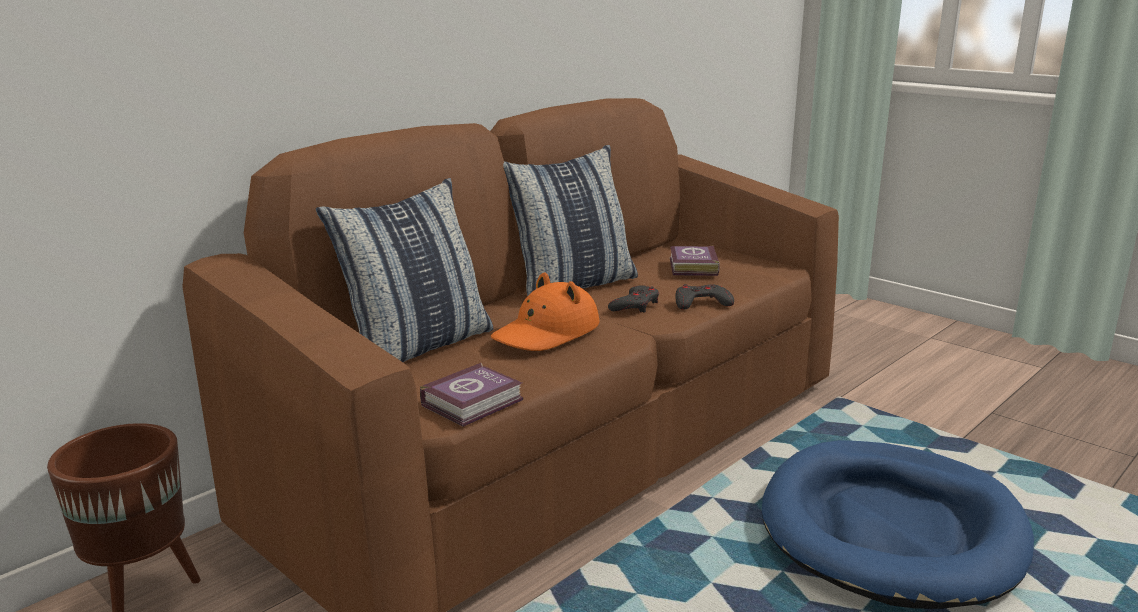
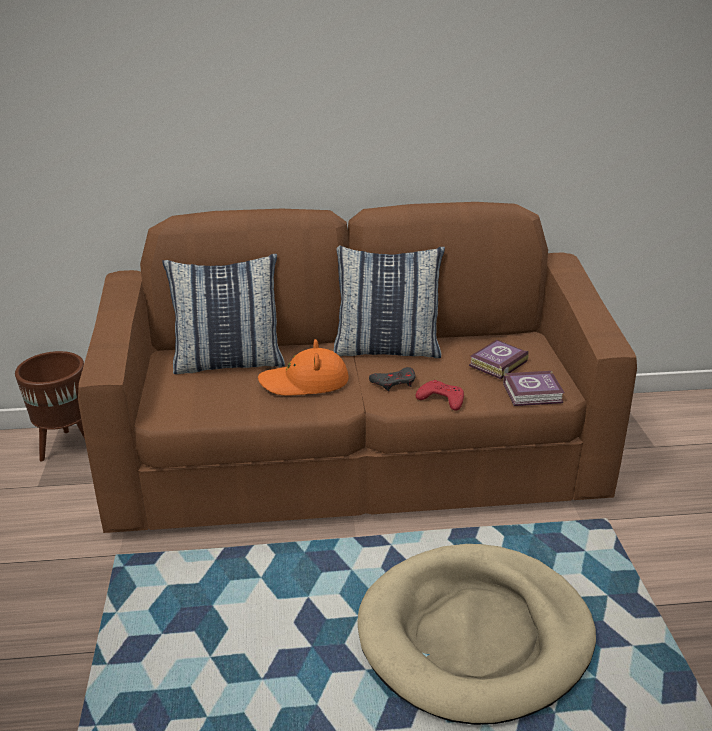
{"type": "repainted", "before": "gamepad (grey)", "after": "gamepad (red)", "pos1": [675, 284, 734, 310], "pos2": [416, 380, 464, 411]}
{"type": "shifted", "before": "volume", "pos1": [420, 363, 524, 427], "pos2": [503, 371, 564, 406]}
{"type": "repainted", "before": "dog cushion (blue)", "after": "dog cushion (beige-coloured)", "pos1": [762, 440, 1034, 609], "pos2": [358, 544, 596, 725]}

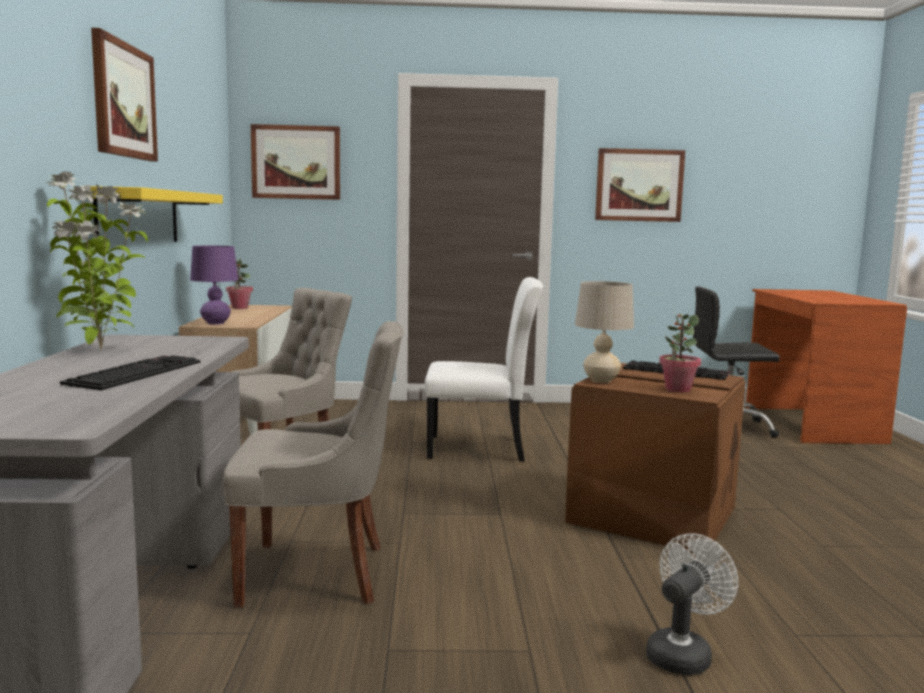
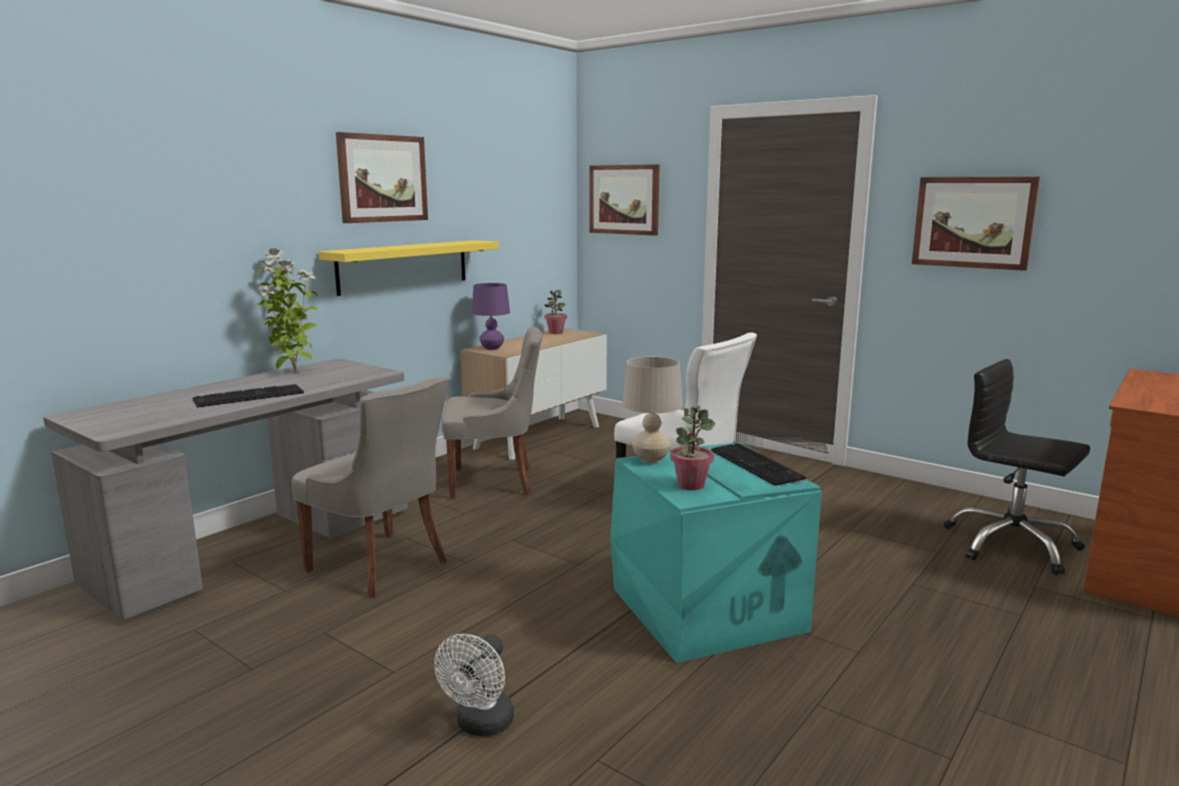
{"type": "repainted", "before": "storage container (brown)", "after": "storage container (turquoise-coloured)", "pos1": [565, 363, 746, 550], "pos2": [610, 442, 822, 663]}
{"type": "rotated", "before": "electric fan (white)", "pos1": [646, 533, 738, 676], "pos2": [434, 634, 514, 736], "turn": 120}

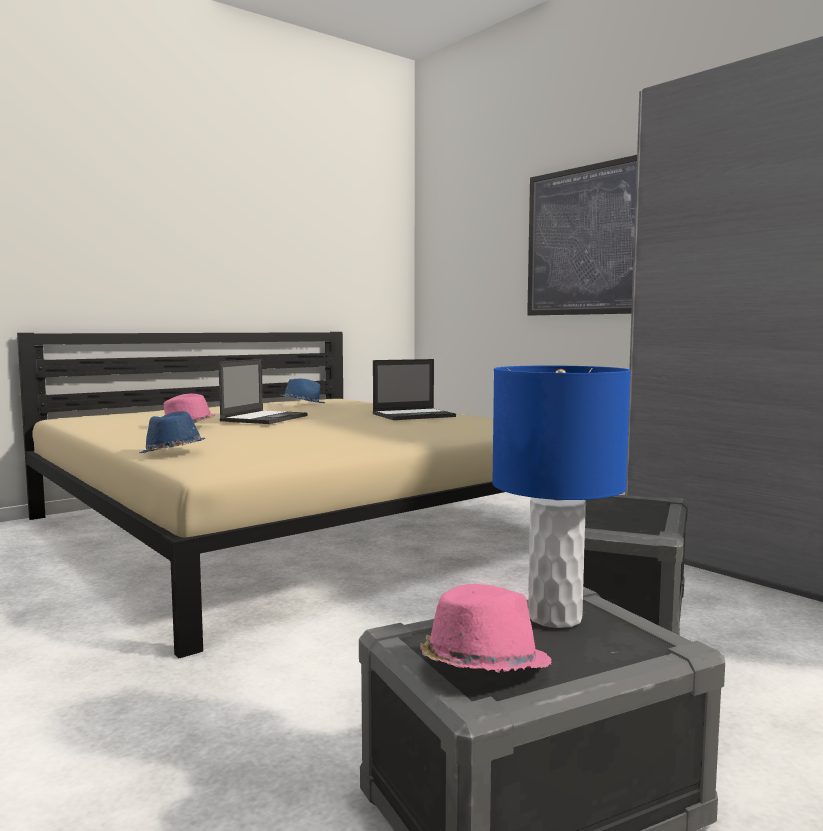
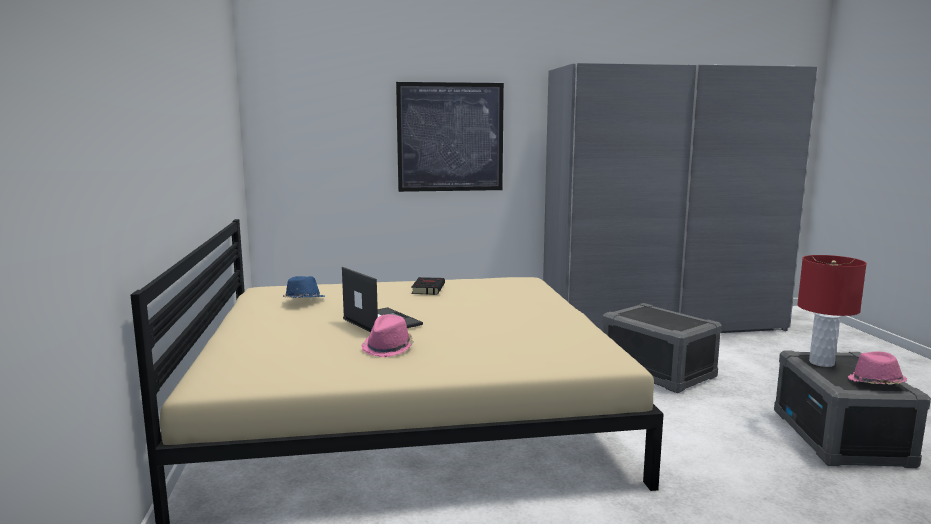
{"type": "swapped", "before": "laptop", "after": "volume (black-coloured)", "pos1": [373, 359, 456, 420], "pos2": [411, 277, 445, 295]}
{"type": "repainted", "before": "tabletop lamp (blue)", "after": "tabletop lamp (red)", "pos1": [492, 365, 631, 628], "pos2": [797, 255, 867, 367]}
{"type": "gone", "before": "wearable hat (blue)", "pos1": [139, 411, 205, 454]}

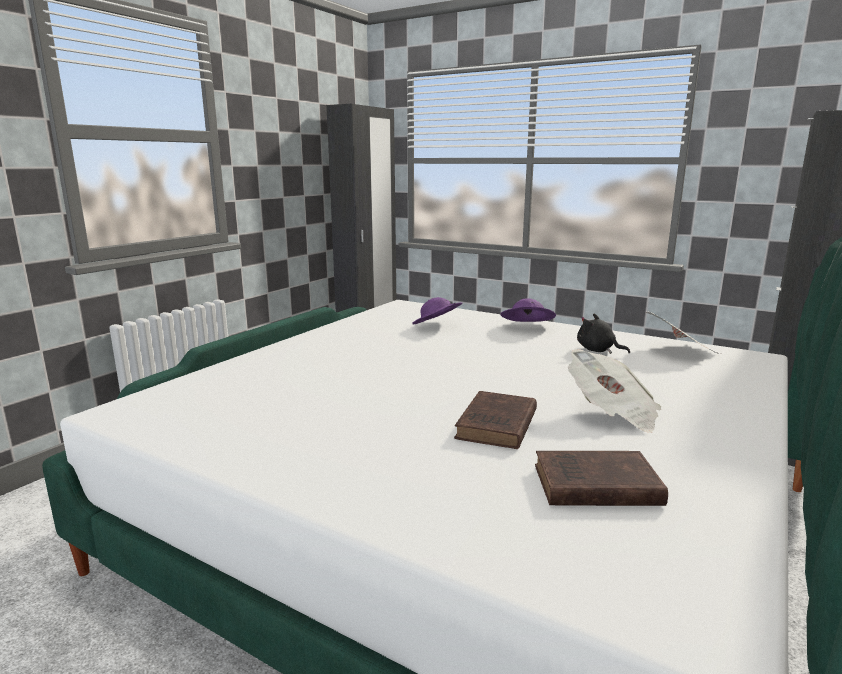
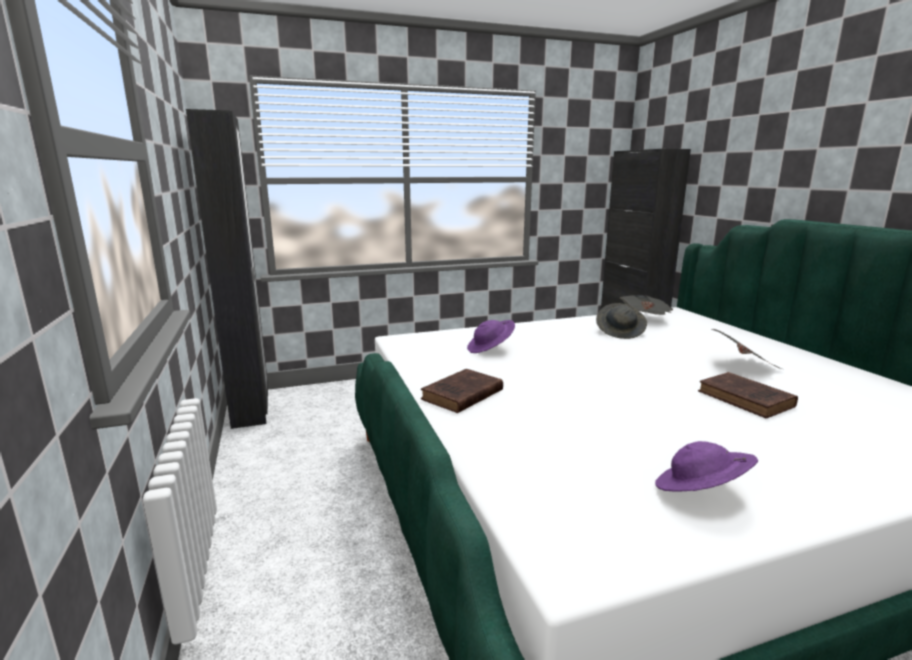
{"type": "shifted", "before": "wearable hat (purple)", "pos1": [500, 298, 556, 322], "pos2": [655, 441, 758, 492]}
{"type": "swapped", "before": "cuddly toy (black-coloured)", "after": "wearable hat (grey)", "pos1": [577, 314, 630, 354], "pos2": [596, 303, 647, 339]}
{"type": "shifted", "before": "volume (brown)", "pos1": [535, 451, 668, 506], "pos2": [421, 369, 503, 413]}

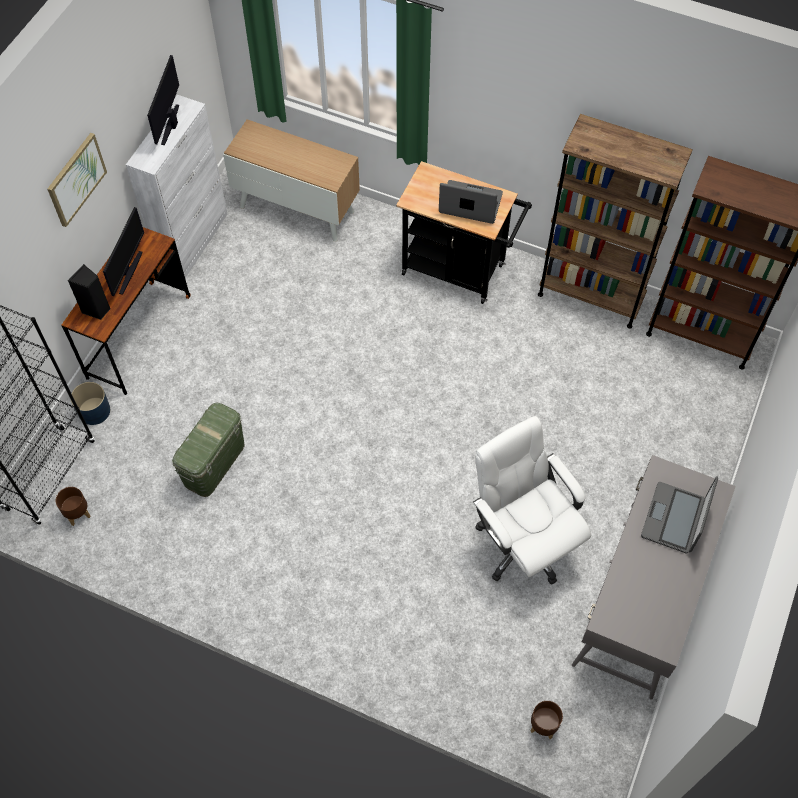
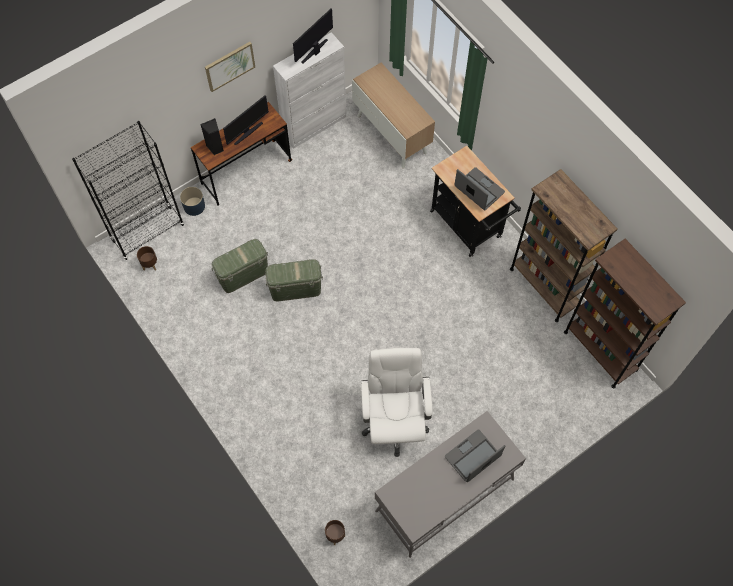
{"type": "new", "after": "storage container (green)", "pos2": [264, 260, 323, 301]}

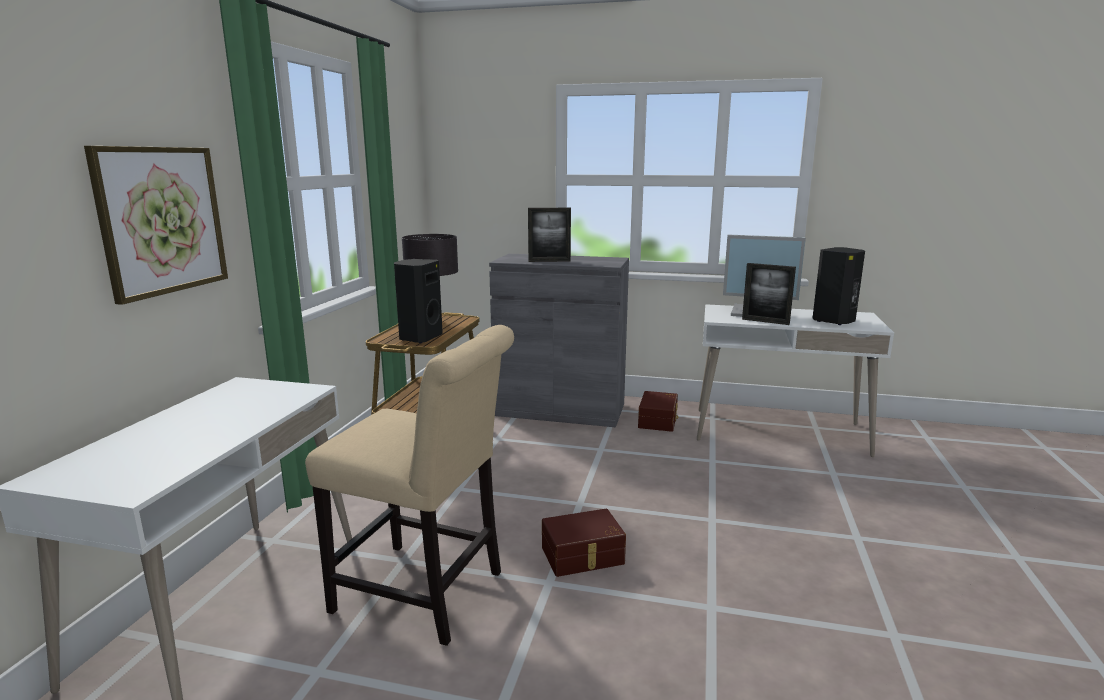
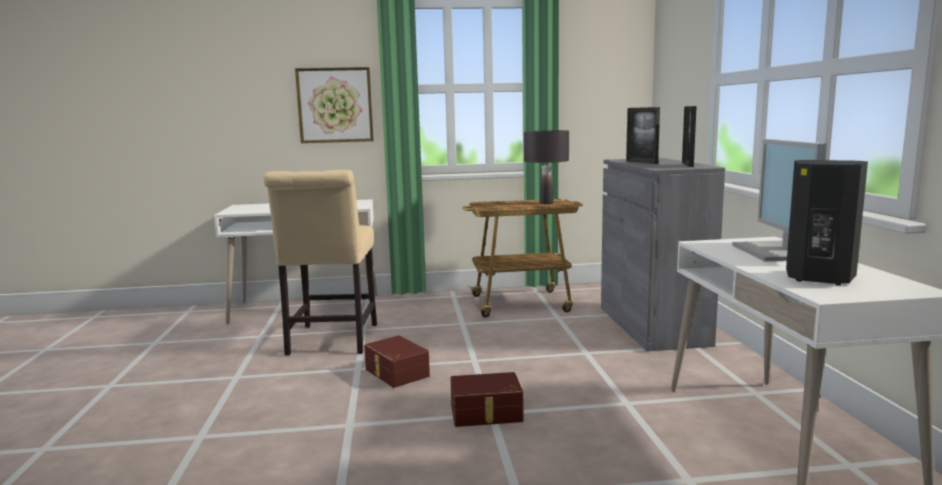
{"type": "gone", "before": "speaker (black-coloured)", "pos1": [394, 259, 443, 343]}
{"type": "shifted", "before": "photo frame", "pos1": [742, 263, 796, 325], "pos2": [682, 106, 697, 167]}
{"type": "shifted", "before": "storage container (brown)", "pos1": [638, 391, 679, 432], "pos2": [450, 372, 524, 427]}

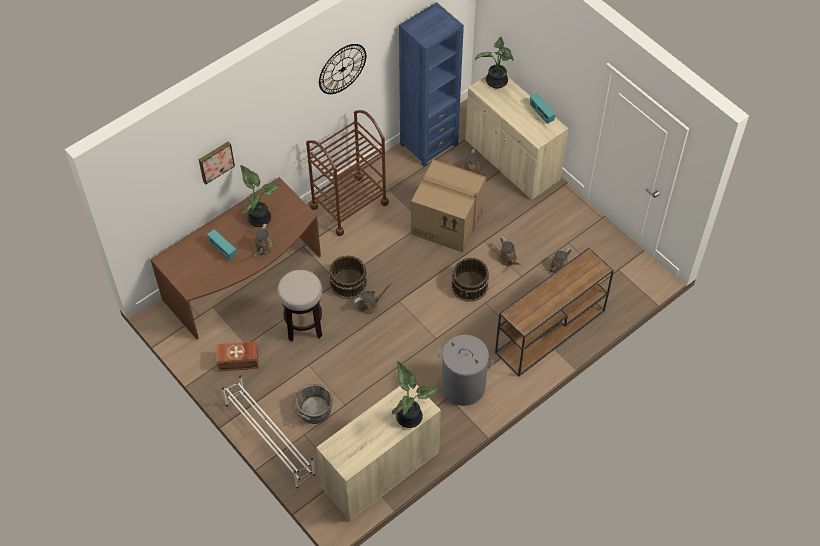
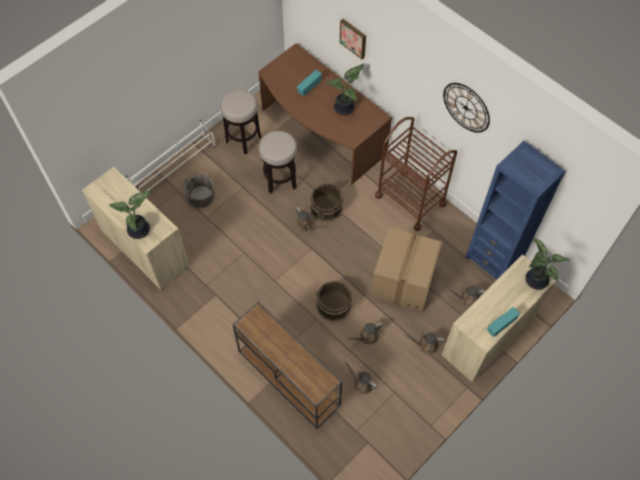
{"type": "shifted", "before": "watering can (brown)", "pos1": [254, 224, 275, 257], "pos2": [404, 333, 445, 355]}
{"type": "gone", "before": "hamper (grey)", "pos1": [437, 335, 493, 406]}
{"type": "swapped", "before": "storage container (brown)", "after": "stool seat", "pos1": [216, 341, 259, 372], "pos2": [220, 89, 261, 154]}

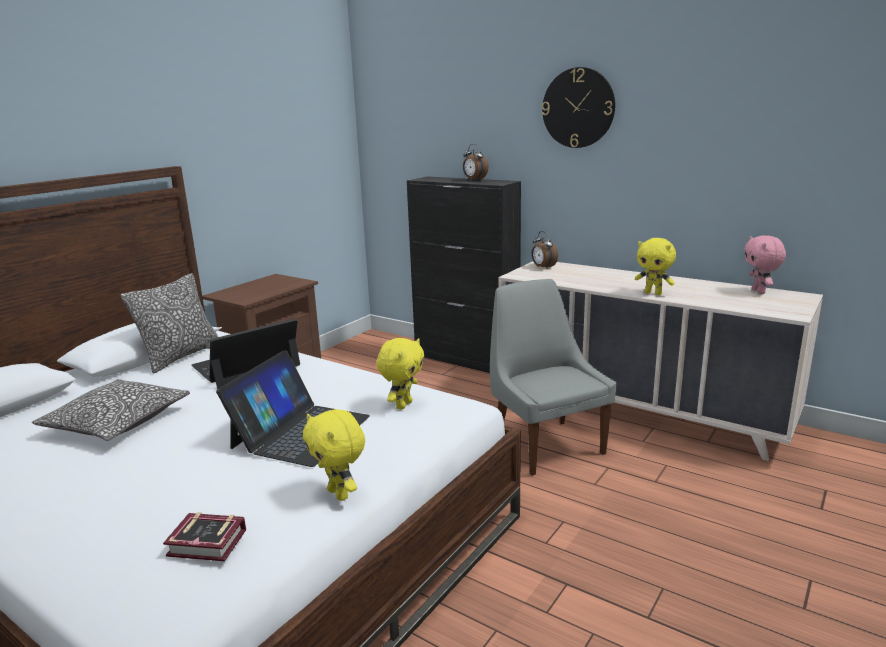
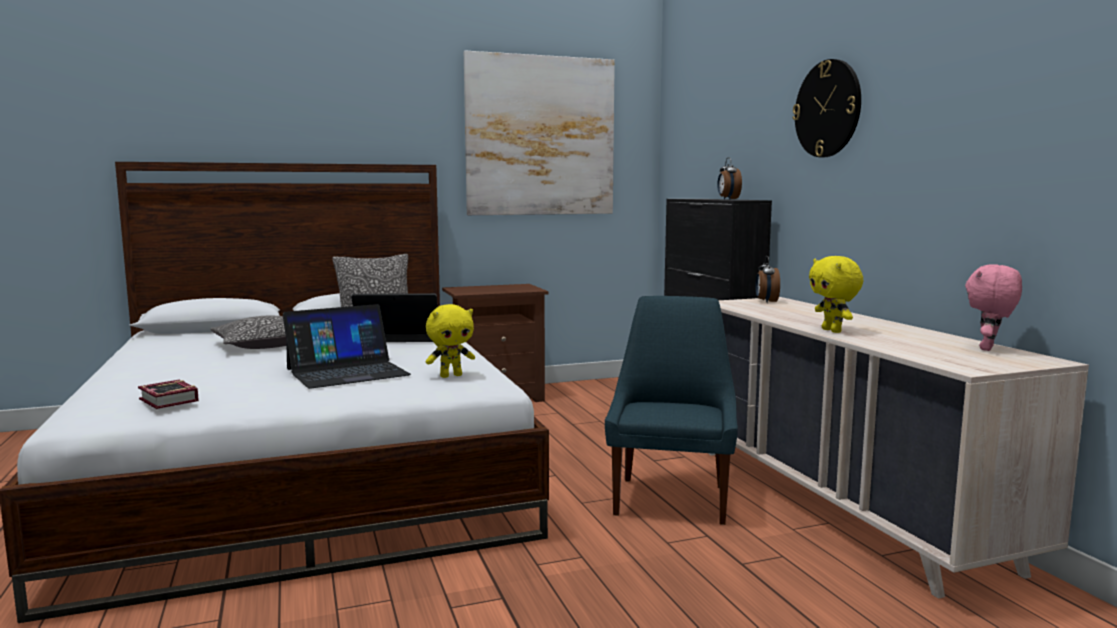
{"type": "repainted", "before": "chair (grey)", "after": "chair (blue)", "pos1": [490, 279, 617, 476], "pos2": [605, 296, 738, 525]}
{"type": "gone", "before": "cuddly toy (yellowish)", "pos1": [303, 409, 365, 501]}
{"type": "new", "after": "picture", "pos2": [464, 51, 615, 215]}

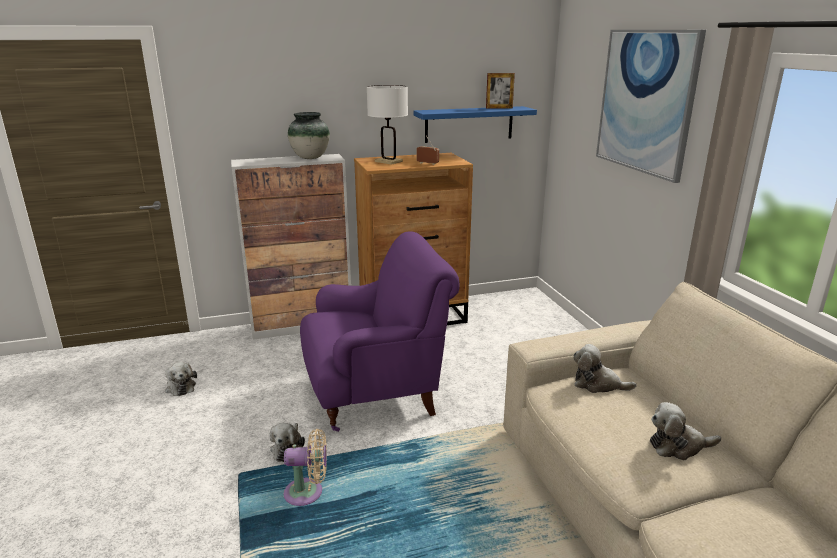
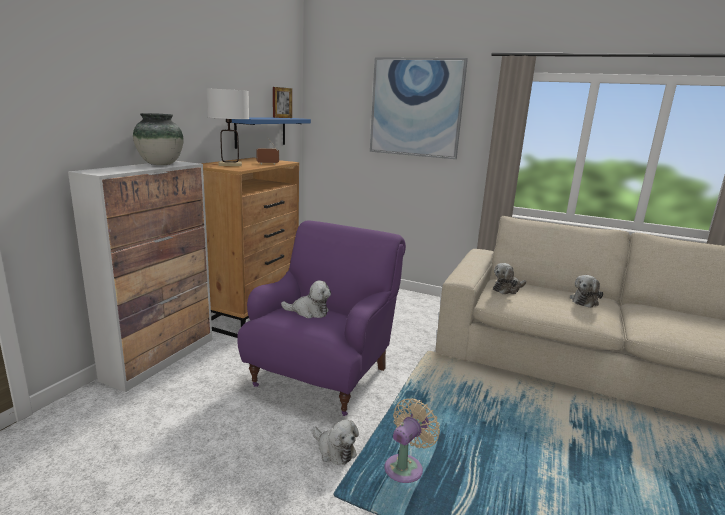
{"type": "shifted", "before": "cuddly toy", "pos1": [165, 362, 197, 396], "pos2": [281, 280, 331, 318]}

